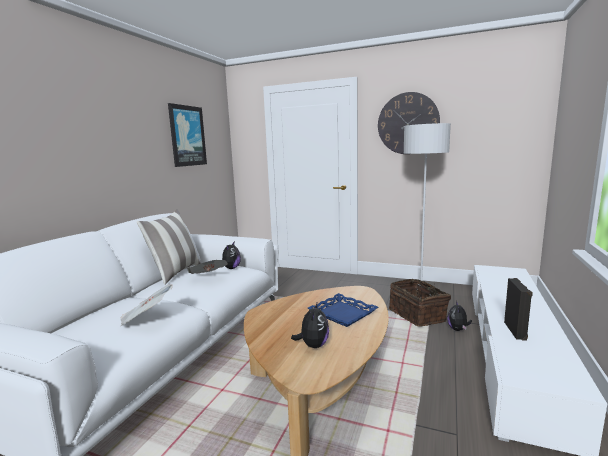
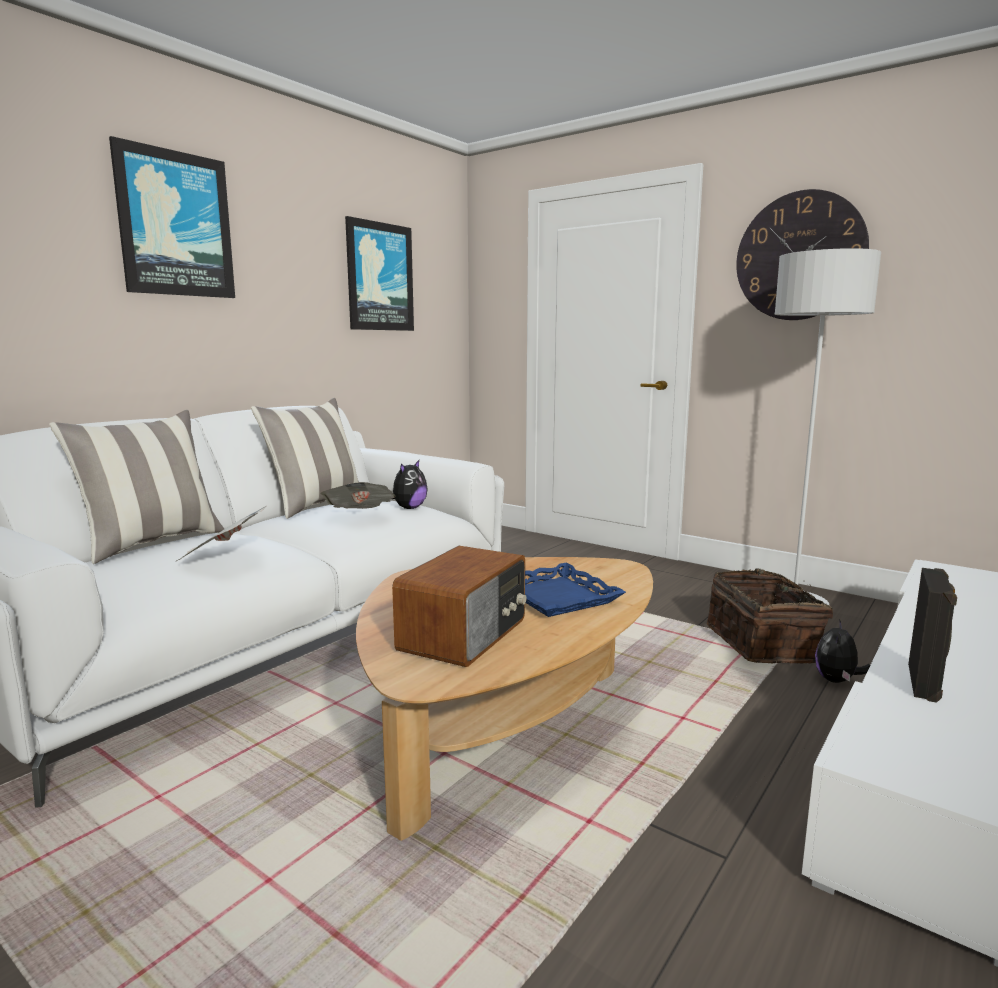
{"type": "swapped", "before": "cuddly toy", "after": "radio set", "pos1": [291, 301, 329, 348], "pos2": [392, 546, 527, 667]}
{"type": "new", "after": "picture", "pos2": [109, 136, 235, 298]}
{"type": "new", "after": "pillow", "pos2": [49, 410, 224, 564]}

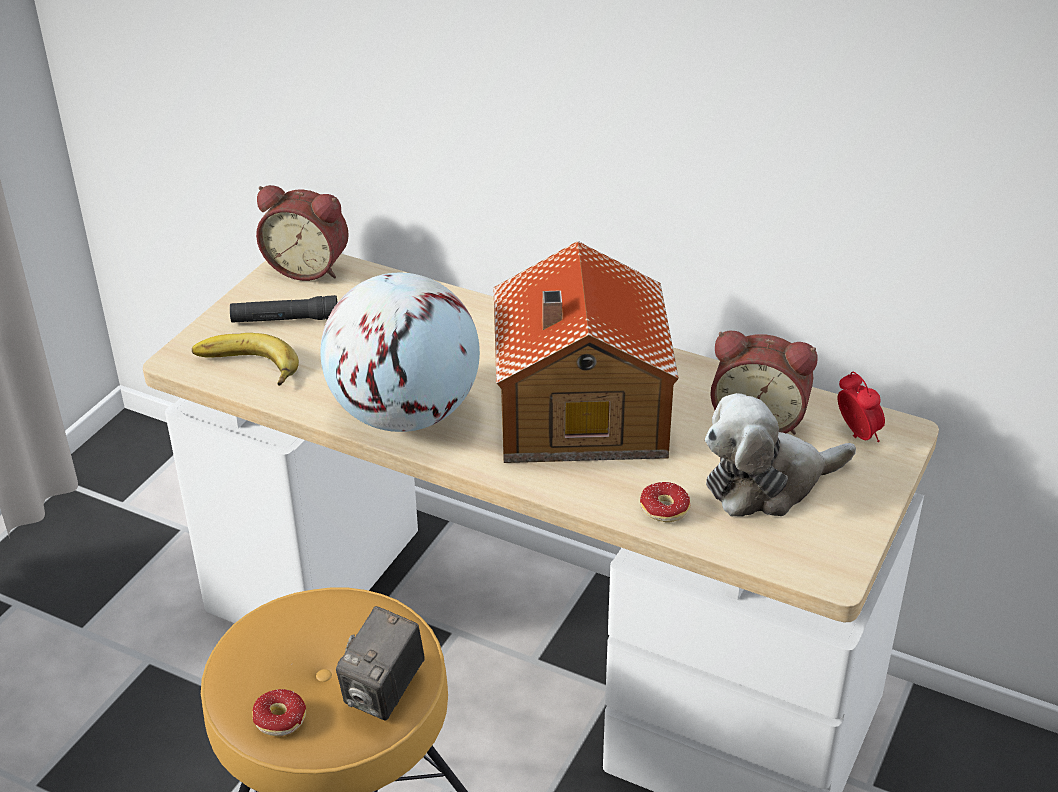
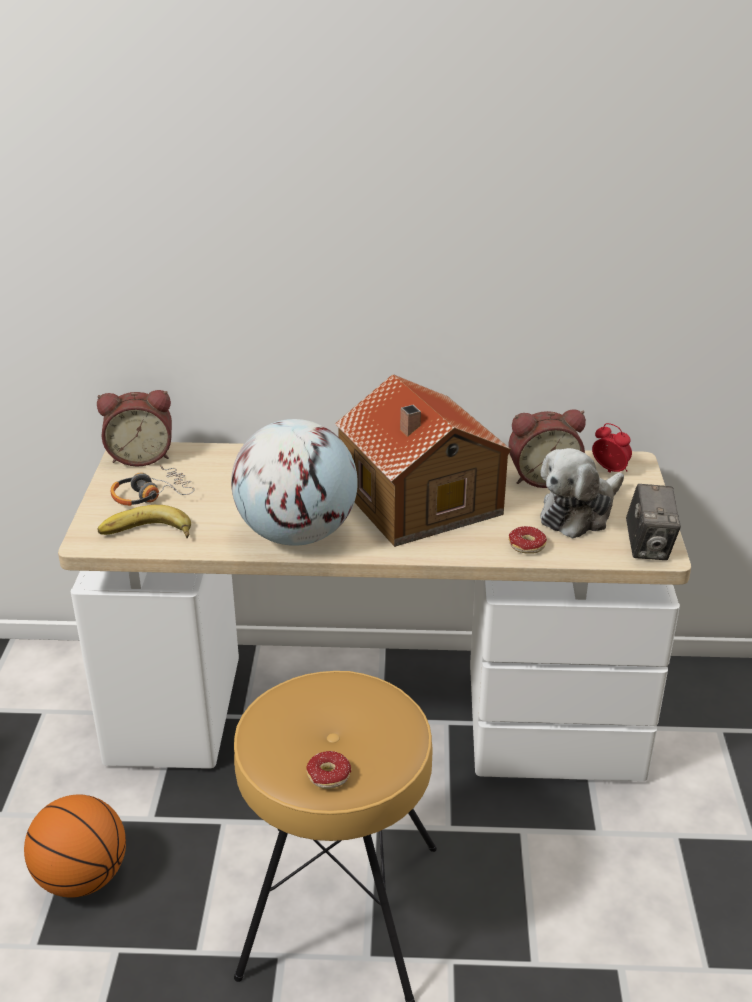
{"type": "swapped", "before": "torch (black-coloured)", "after": "pair of headphones", "pos1": [230, 295, 337, 323], "pos2": [111, 465, 195, 506]}
{"type": "shifted", "before": "still camera", "pos1": [336, 606, 425, 721], "pos2": [626, 484, 681, 560]}
{"type": "new", "after": "ball for basketball", "pos2": [24, 794, 126, 898]}

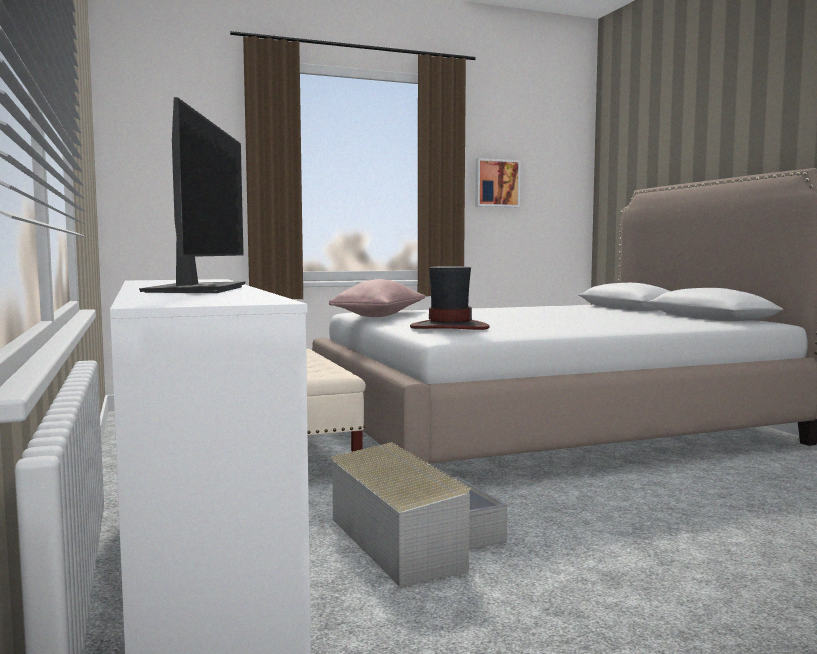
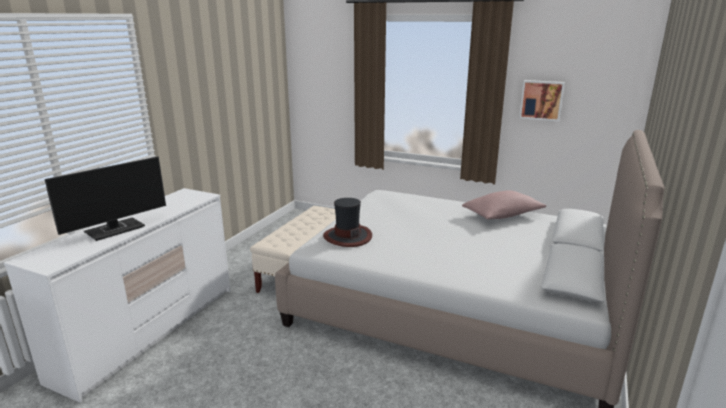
{"type": "shifted", "before": "pillow (pink)", "pos1": [329, 279, 426, 317], "pos2": [462, 190, 546, 220]}
{"type": "gone", "before": "storage container (grey)", "pos1": [331, 442, 508, 587]}

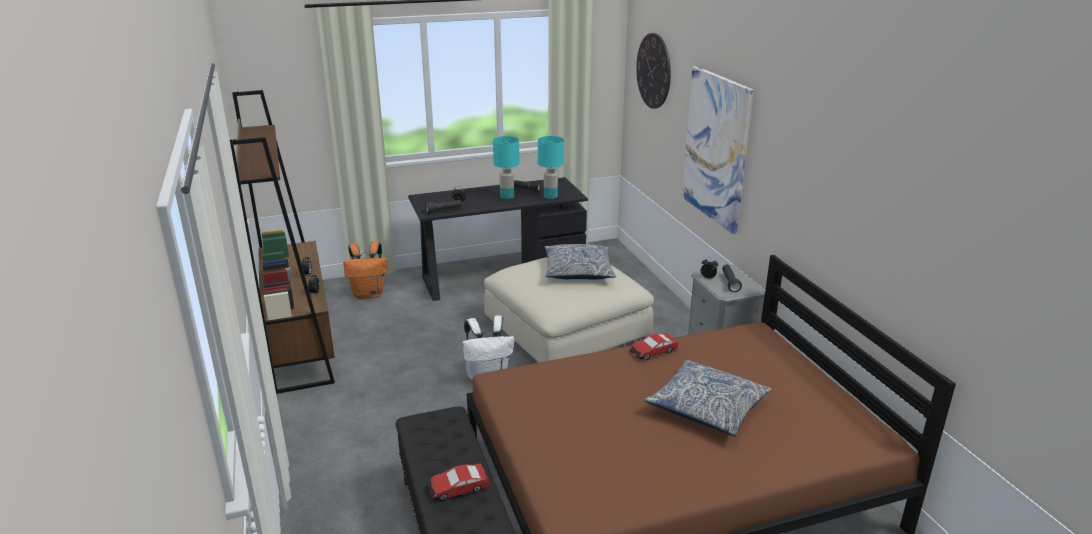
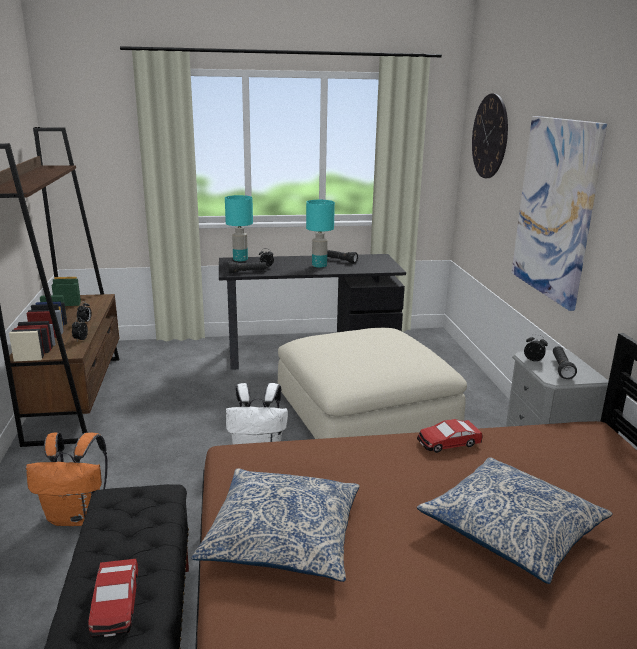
{"type": "shifted", "before": "tabletop lamp (turquoise-coloured)", "pos1": [538, 136, 564, 199], "pos2": [225, 195, 253, 261]}
{"type": "shifted", "before": "backpack (orange-coloured)", "pos1": [343, 241, 388, 299], "pos2": [26, 432, 108, 526]}
{"type": "shifted", "before": "pillow", "pos1": [545, 244, 616, 280], "pos2": [192, 468, 359, 582]}
{"type": "rotated", "before": "miniature car", "pos1": [428, 463, 490, 501], "pos2": [88, 559, 138, 638], "turn": -90}

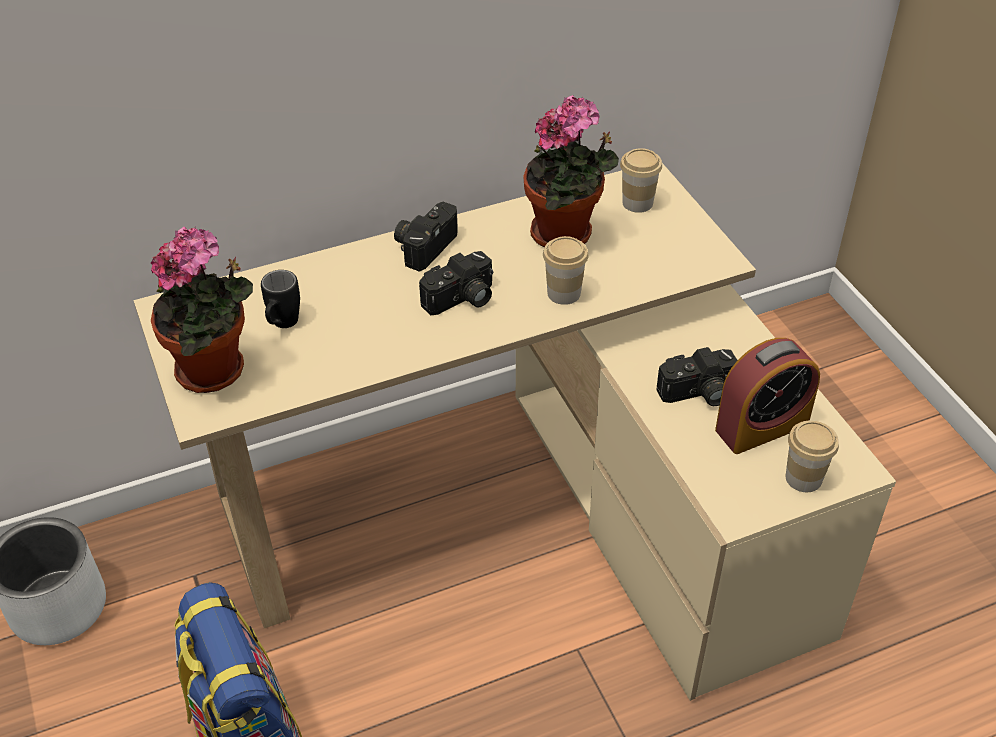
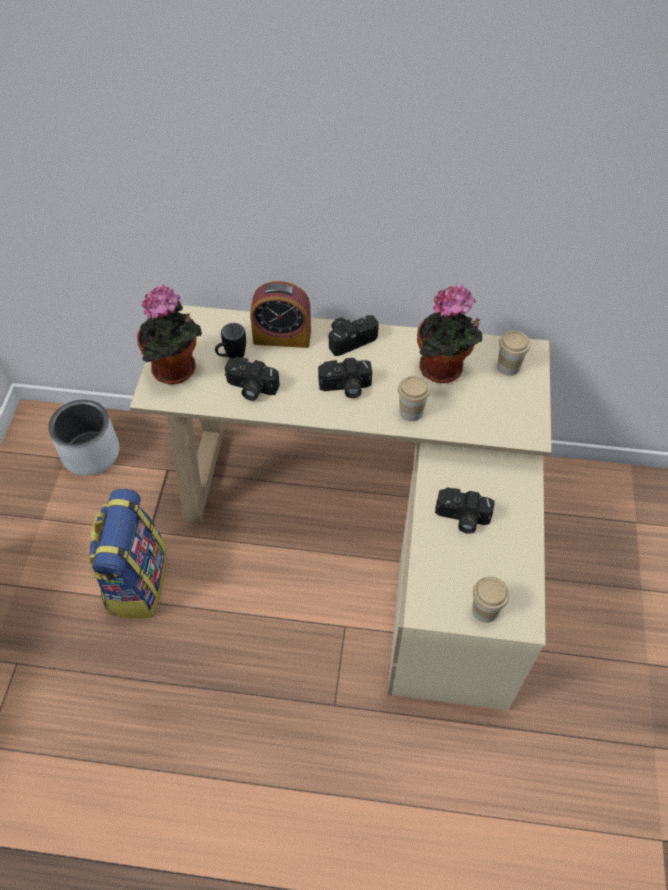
{"type": "shifted", "before": "alarm clock", "pos1": [715, 338, 820, 454], "pos2": [250, 281, 311, 348]}
{"type": "new", "after": "still camera", "pos2": [225, 357, 280, 401]}

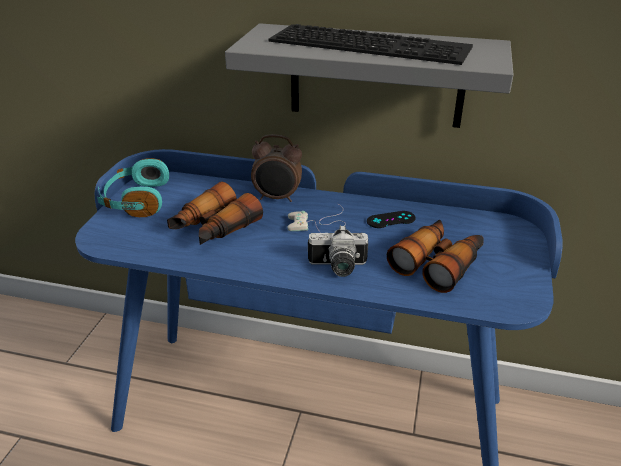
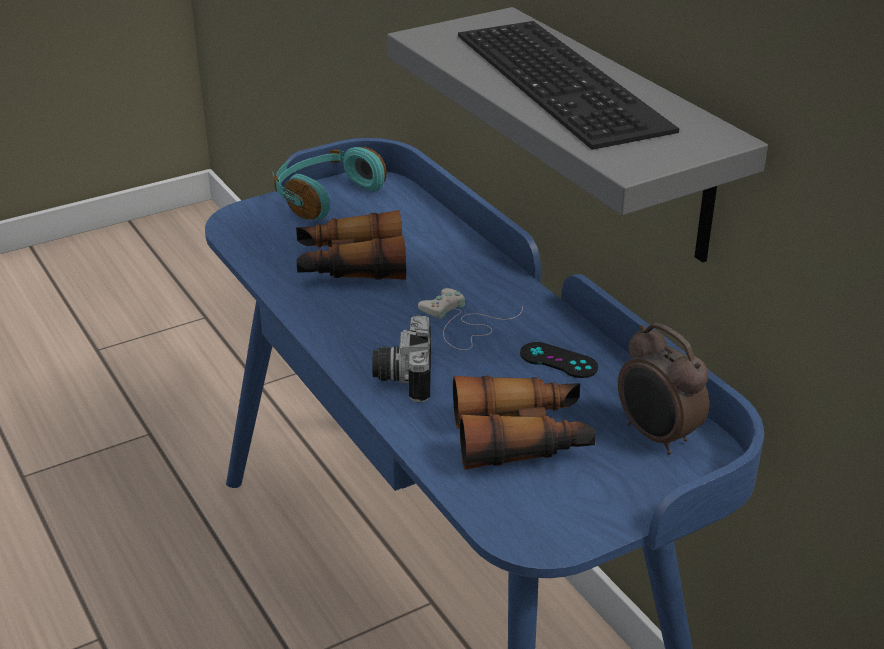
{"type": "shifted", "before": "alarm clock", "pos1": [251, 134, 302, 202], "pos2": [618, 323, 709, 455]}
{"type": "rotated", "before": "still camera", "pos1": [308, 225, 368, 277], "pos2": [372, 315, 431, 402], "turn": 45}

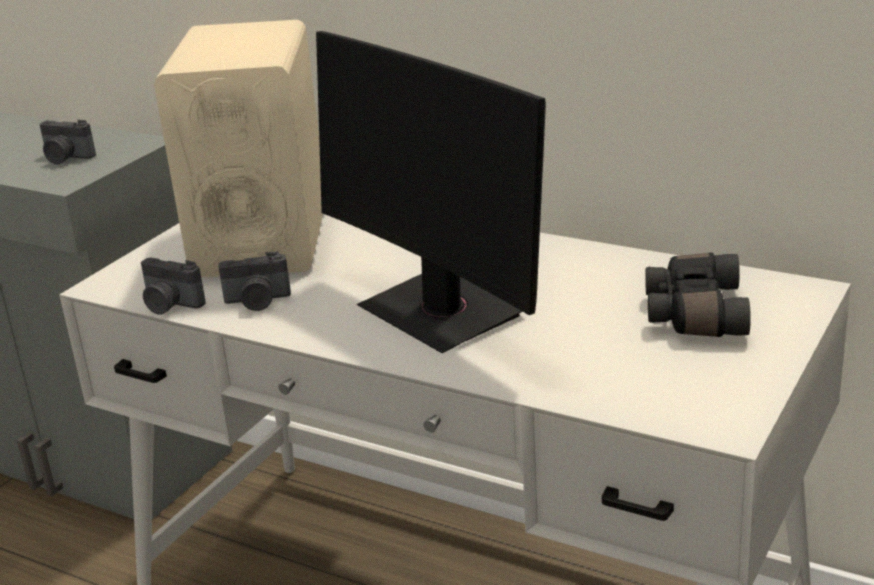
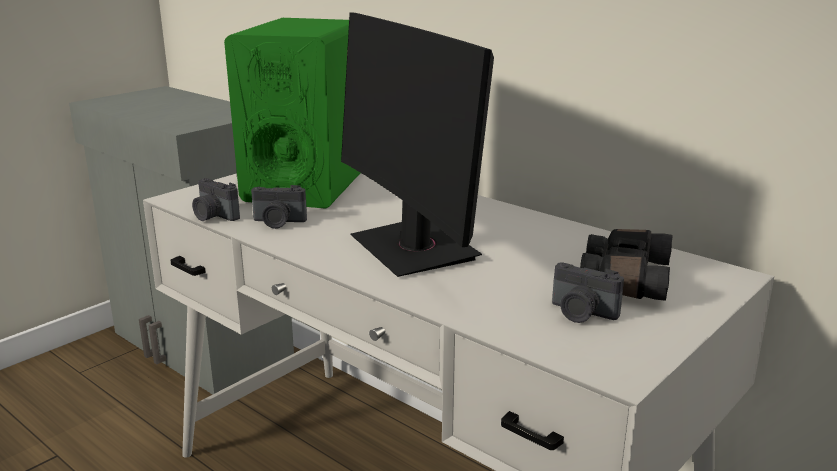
{"type": "repainted", "before": "speaker (beige-coloured)", "after": "speaker (green)", "pos1": [154, 20, 323, 277], "pos2": [224, 18, 360, 209]}
{"type": "shifted", "before": "still camera", "pos1": [39, 119, 96, 164], "pos2": [552, 262, 624, 323]}

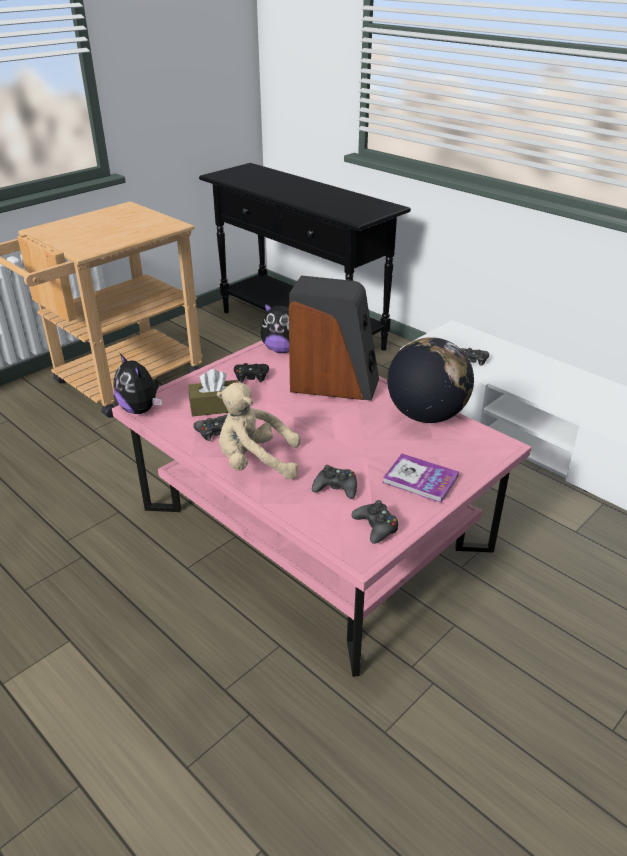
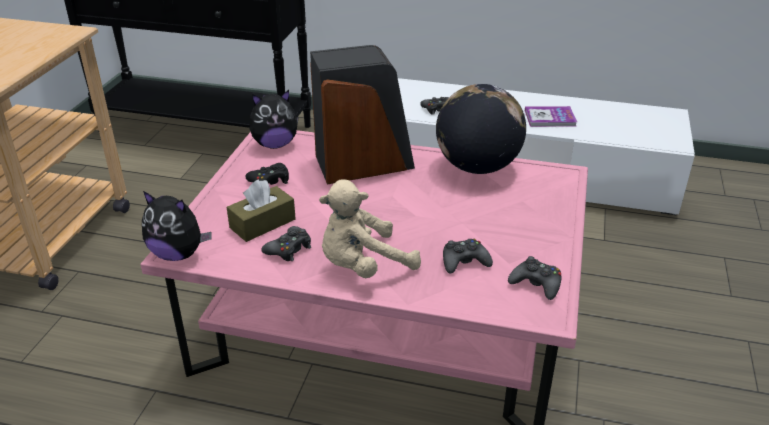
{"type": "shifted", "before": "volume", "pos1": [383, 454, 459, 503], "pos2": [525, 106, 577, 127]}

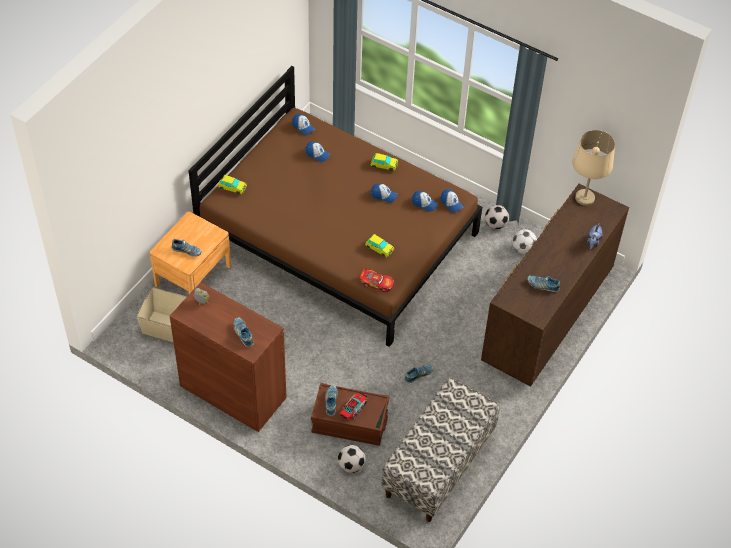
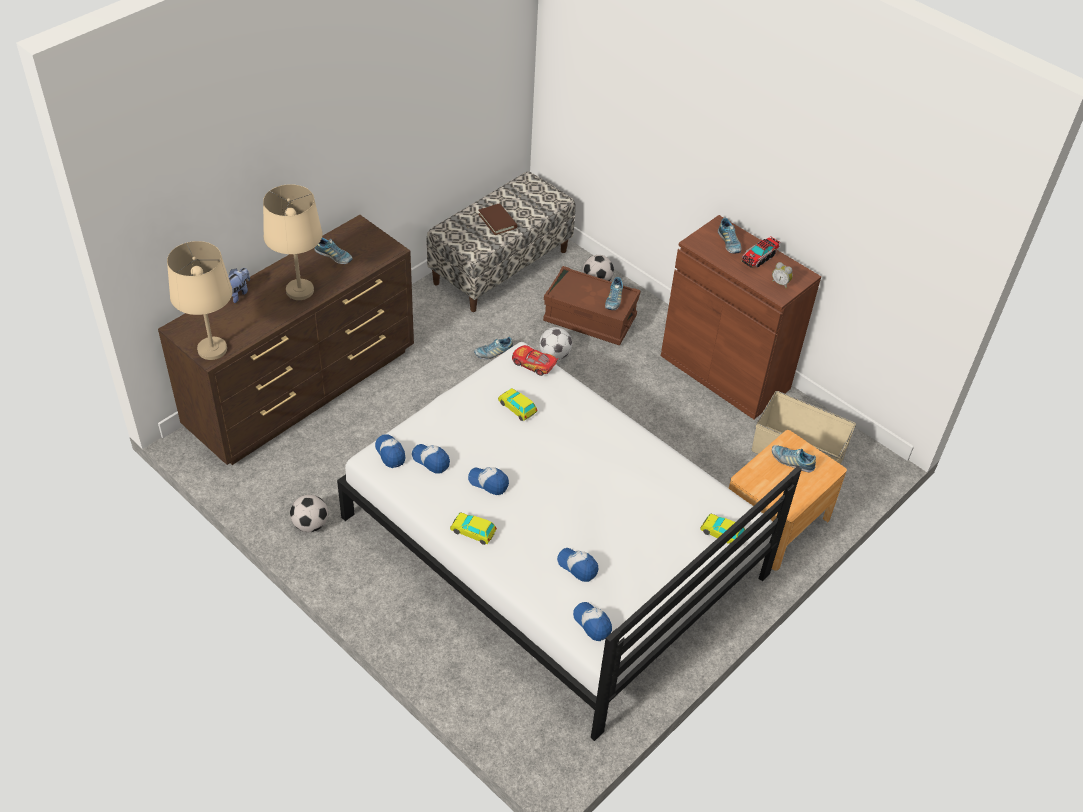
{"type": "repainted", "before": "sleeping bed (brown)", "after": "sleeping bed (white)", "pos1": [188, 66, 482, 347], "pos2": [337, 342, 802, 741]}
{"type": "shifted", "before": "football", "pos1": [512, 229, 537, 254], "pos2": [539, 327, 572, 360]}
{"type": "shifted", "before": "toy truck", "pos1": [340, 392, 367, 420], "pos2": [741, 236, 781, 268]}
{"type": "new", "after": "tabletop lamp (beige-coloured)", "pos2": [263, 184, 323, 300]}
{"type": "new", "after": "volume (brown)", "pos2": [478, 203, 517, 235]}

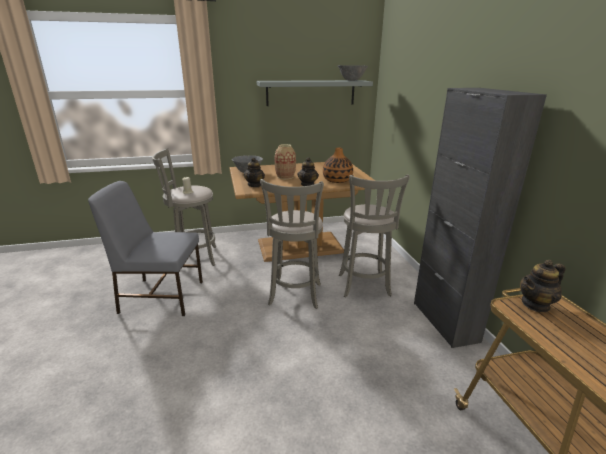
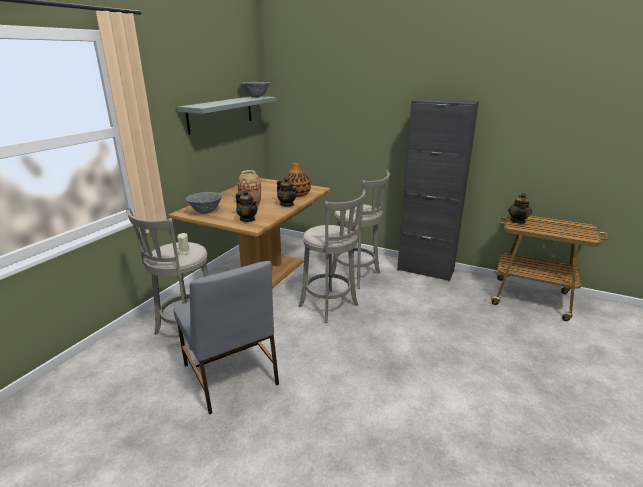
{"type": "rotated", "before": "chair (grey)", "pos1": [88, 181, 203, 316], "pos2": [173, 261, 279, 415], "turn": -75}

